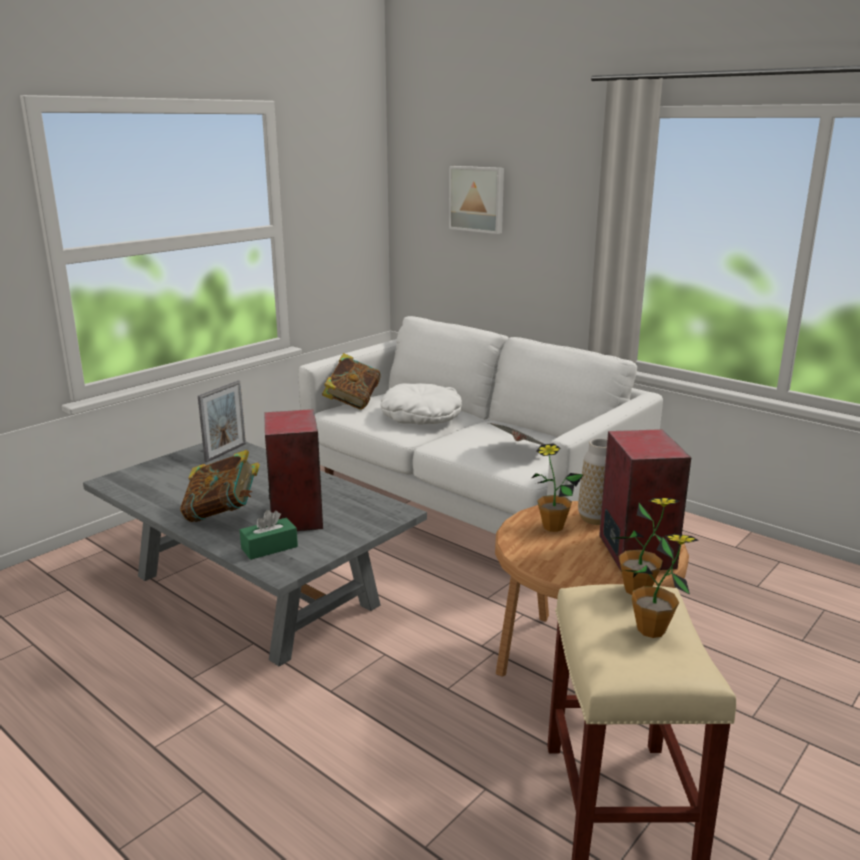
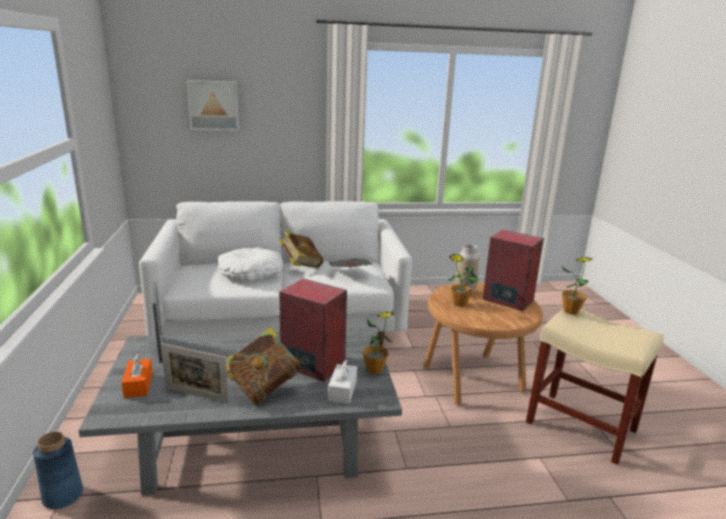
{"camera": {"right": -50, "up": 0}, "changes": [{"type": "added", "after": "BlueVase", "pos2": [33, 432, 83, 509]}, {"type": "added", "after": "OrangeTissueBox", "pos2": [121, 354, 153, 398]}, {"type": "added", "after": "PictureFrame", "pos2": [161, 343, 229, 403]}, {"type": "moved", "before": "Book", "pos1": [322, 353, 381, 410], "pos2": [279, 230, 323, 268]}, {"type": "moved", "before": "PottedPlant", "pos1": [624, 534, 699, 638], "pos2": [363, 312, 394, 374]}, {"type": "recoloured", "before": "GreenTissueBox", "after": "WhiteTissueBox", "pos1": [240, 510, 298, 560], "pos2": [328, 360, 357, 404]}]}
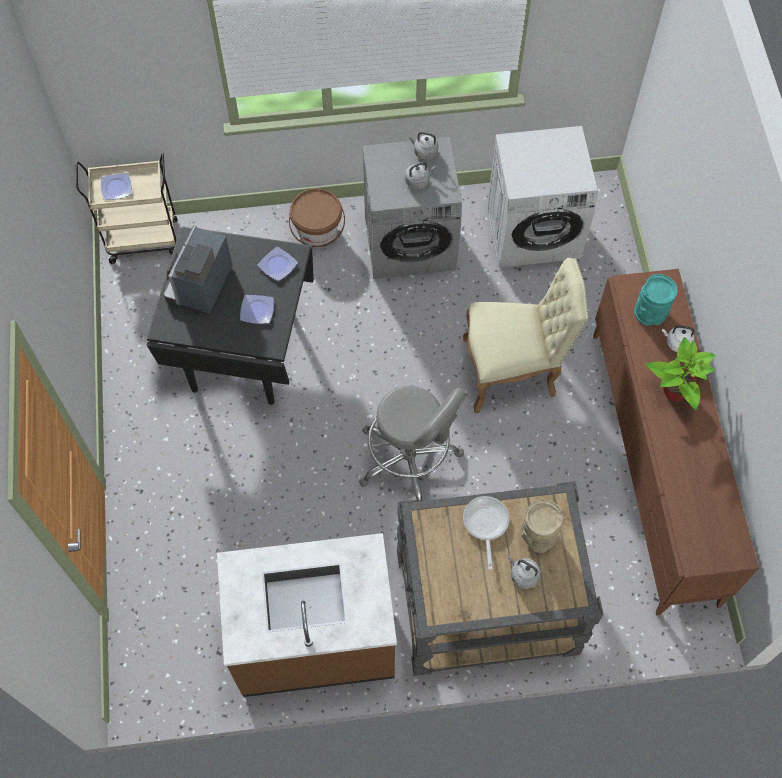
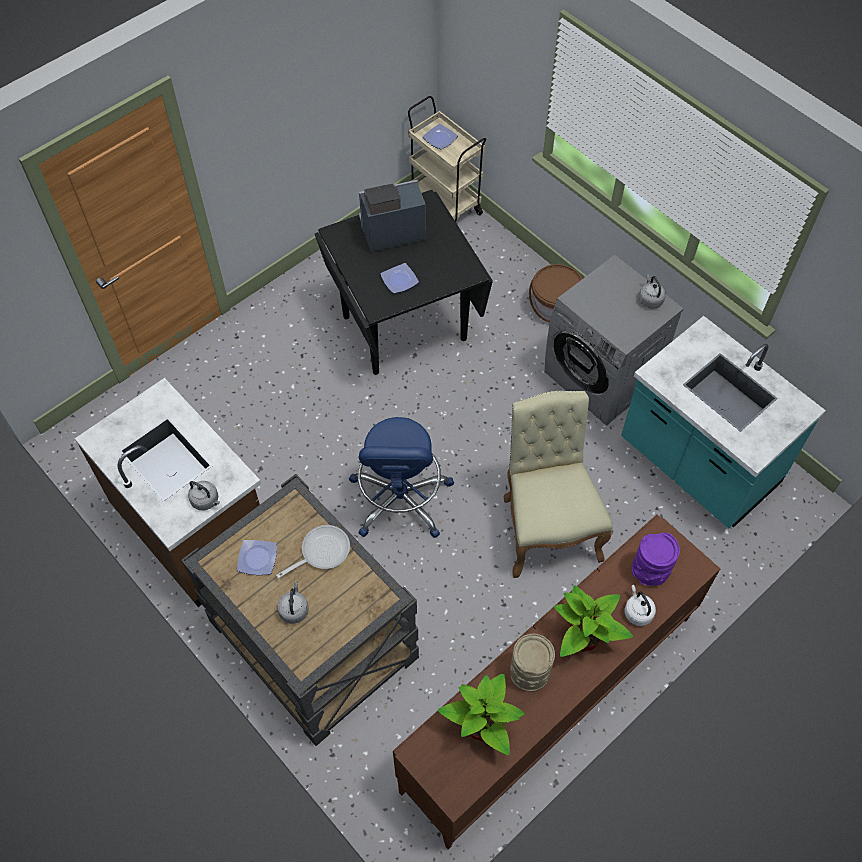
{"camera": {"right": 55, "up": -5}, "changes": [{"type": "added", "after": "PottedPlant", "pos2": [438, 674, 525, 755]}, {"type": "moved", "before": "Plate", "pos1": [257, 246, 298, 281], "pos2": [237, 540, 277, 575]}, {"type": "moved", "before": "GreyKettle", "pos1": [405, 162, 436, 189], "pos2": [188, 481, 220, 510]}, {"type": "moved", "before": "BeigeVase", "pos1": [521, 499, 563, 553], "pos2": [510, 634, 555, 692]}, {"type": "replaced", "before": "WhiteWashingMachine", "after": "TurquoiseCounter", "pos1": [487, 126, 598, 268], "pos2": [621, 316, 826, 528]}, {"type": "recoloured", "before": "GreyStool", "after": "BlueStool", "pos1": [359, 386, 466, 502], "pos2": [349, 417, 454, 538]}, {"type": "recoloured", "before": "TurquoiseVase", "after": "PurpleVase", "pos1": [634, 274, 677, 326], "pos2": [632, 533, 680, 586]}, {"type": "turned", "before": "BeigeChair", "pos1": [463, 258, 589, 413], "pos2": [504, 391, 612, 578], "turn": -150}]}
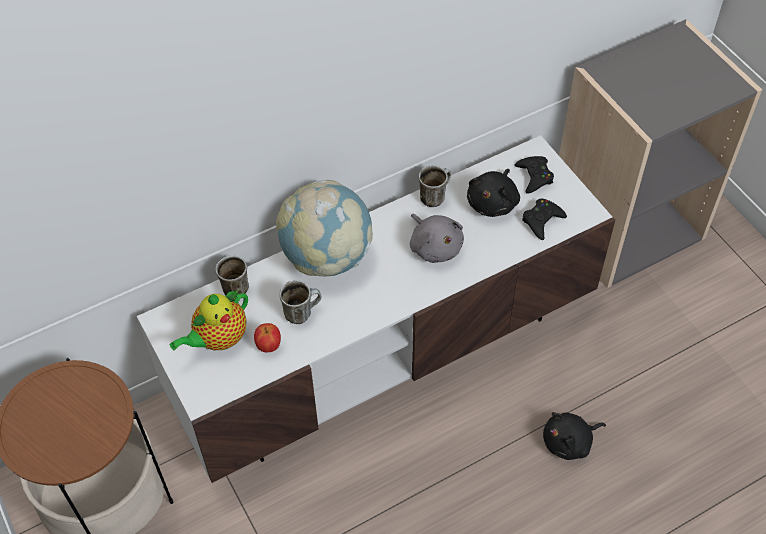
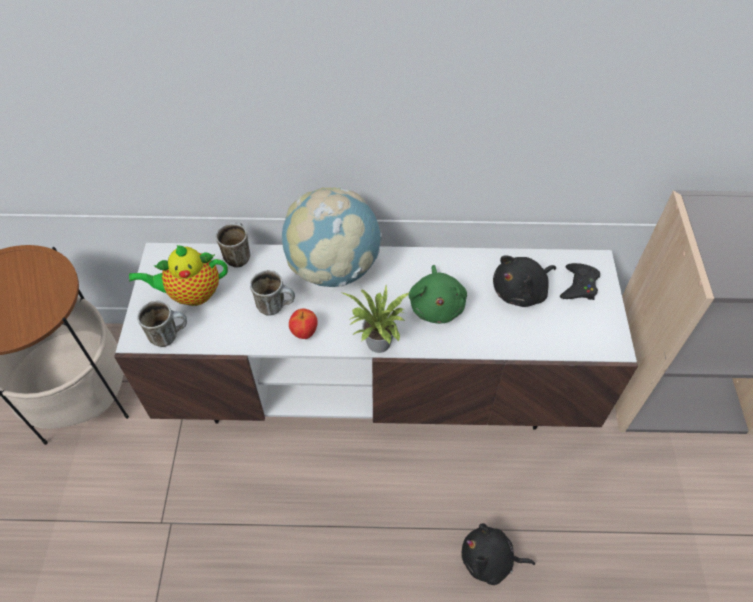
{"camera": {"right": 30, "up": 0}, "changes": [{"type": "removed", "before": "BlackGameController", "pos1": [522, 198, 567, 240]}, {"type": "added", "after": "PottedPlant", "pos2": [340, 286, 409, 353]}, {"type": "moved", "before": "Apple", "pos1": [254, 323, 281, 352], "pos2": [289, 308, 318, 339]}, {"type": "moved", "before": "Mug", "pos1": [419, 165, 451, 207], "pos2": [137, 300, 187, 347]}, {"type": "recoloured", "before": "GreyPlushToy", "after": "GreenPlushToy", "pos1": [410, 213, 464, 263], "pos2": [409, 265, 467, 324]}]}
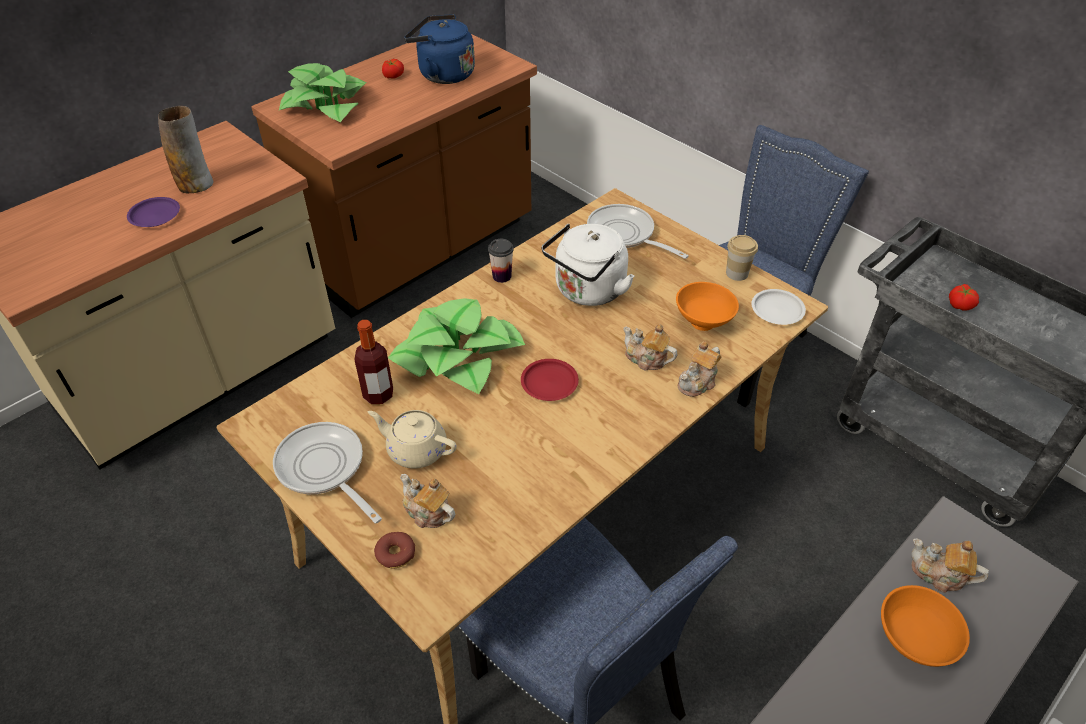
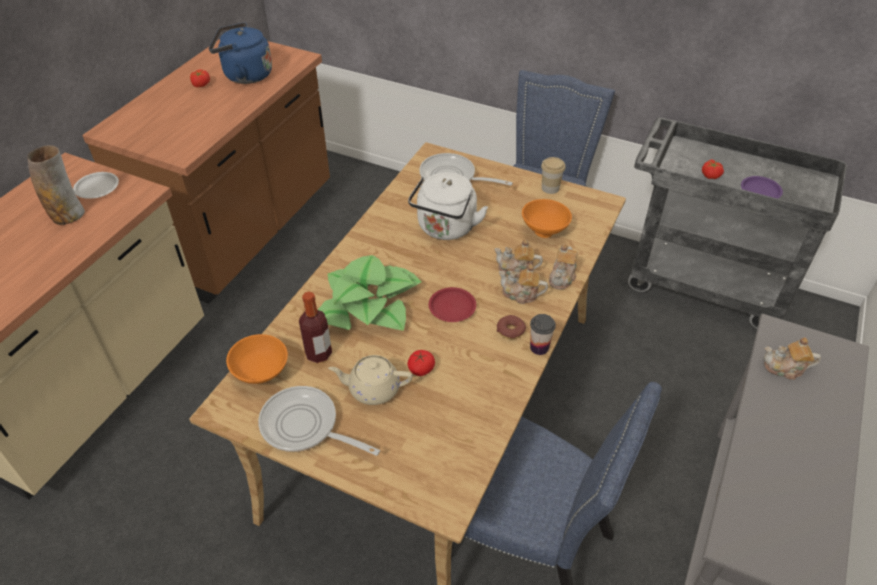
{"camera": {"right": -20, "up": 0}, "changes": [{"type": "removed", "before": "PottedPlant", "pos1": [279, 63, 367, 122]}, {"type": "added", "after": "Tomato", "pos2": [408, 350, 435, 376]}, {"type": "moved", "before": "PurplePlate", "pos1": [127, 197, 180, 227], "pos2": [741, 176, 783, 199]}, {"type": "moved", "before": "Donut", "pos1": [374, 532, 415, 569], "pos2": [497, 315, 526, 339]}, {"type": "moved", "before": "Teapot", "pos1": [400, 474, 455, 528], "pos2": [499, 264, 548, 304]}, {"type": "moved", "before": "Cup", "pos1": [488, 239, 514, 283], "pos2": [530, 314, 556, 355]}, {"type": "moved", "before": "WhitePlate", "pos1": [752, 289, 806, 325], "pos2": [73, 172, 119, 199]}, {"type": "moved", "before": "OrangeBowl", "pos1": [881, 585, 970, 667], "pos2": [226, 334, 288, 384]}]}
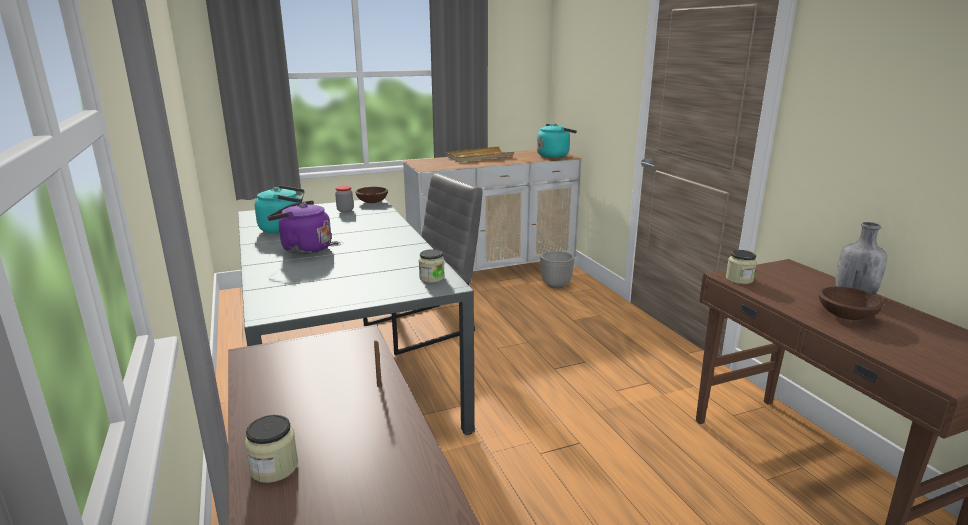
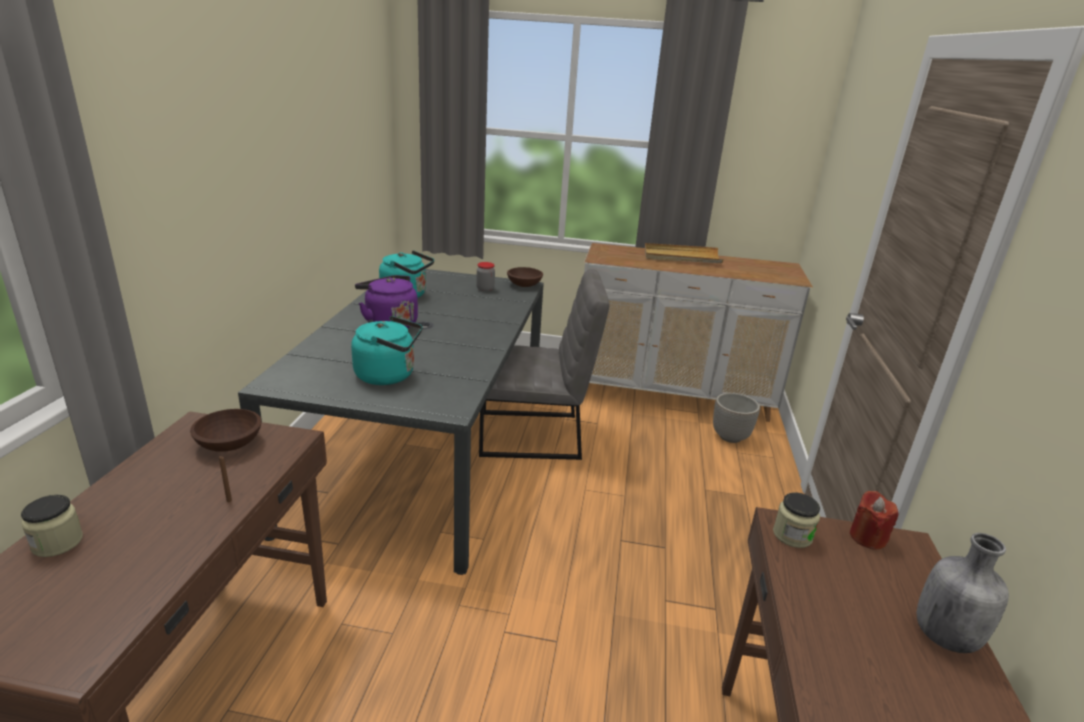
{"camera": {"right": 30, "up": 5}, "changes": [{"type": "removed", "before": "Jar", "pos1": [419, 249, 445, 283]}, {"type": "added", "after": "RedCandle", "pos2": [850, 491, 899, 549]}, {"type": "moved", "before": "TurquoiseKettle", "pos1": [537, 123, 577, 158], "pos2": [351, 316, 422, 385]}, {"type": "moved", "before": "BrownBowl", "pos1": [818, 287, 884, 320], "pos2": [190, 409, 261, 452]}]}
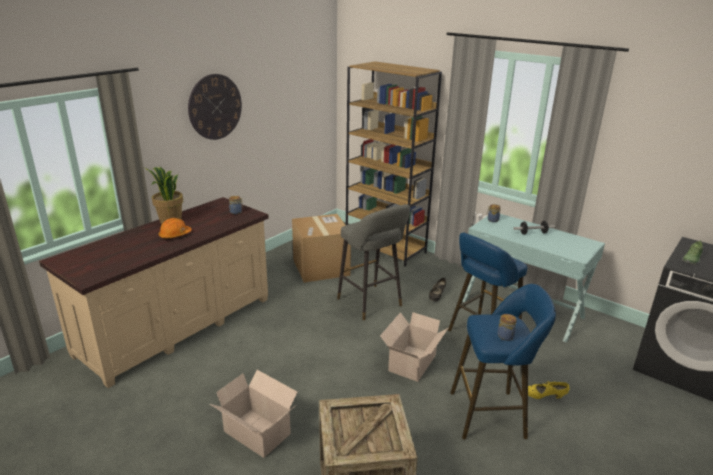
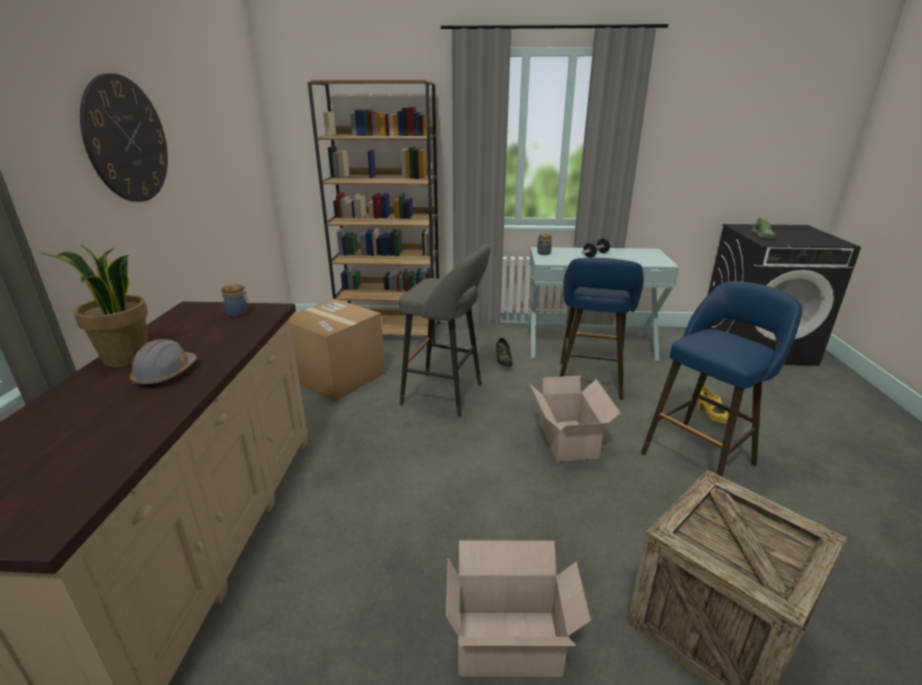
{"camera": {"right": -35, "up": 0}, "changes": [{"type": "removed", "before": "Jar", "pos1": [497, 314, 517, 341]}, {"type": "recoloured", "before": "OrangeHardHat", "after": "GreyHardHat", "pos1": [158, 218, 192, 240], "pos2": [130, 339, 197, 387]}, {"type": "turned", "before": "YellowShoe", "pos1": [528, 381, 569, 399], "pos2": [698, 387, 729, 424], "turn": -75}]}
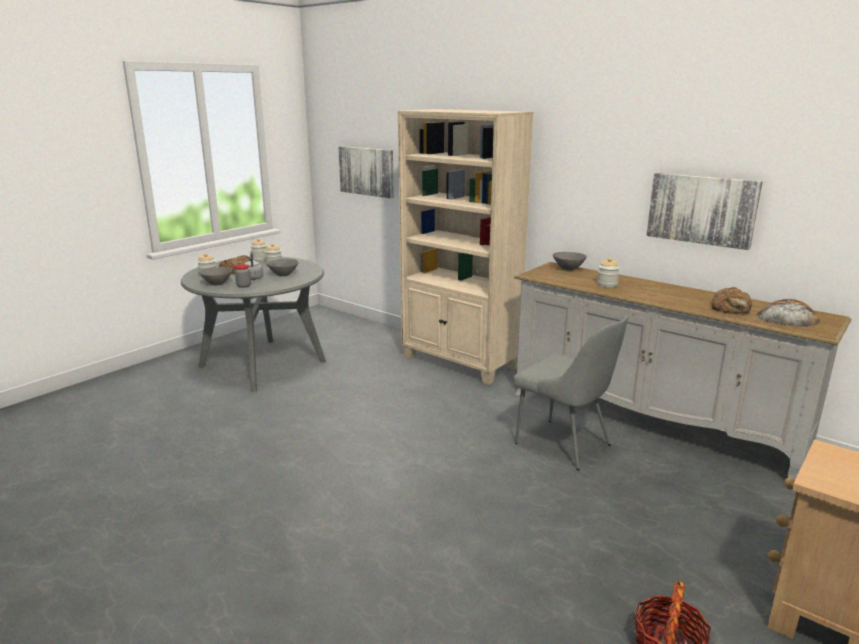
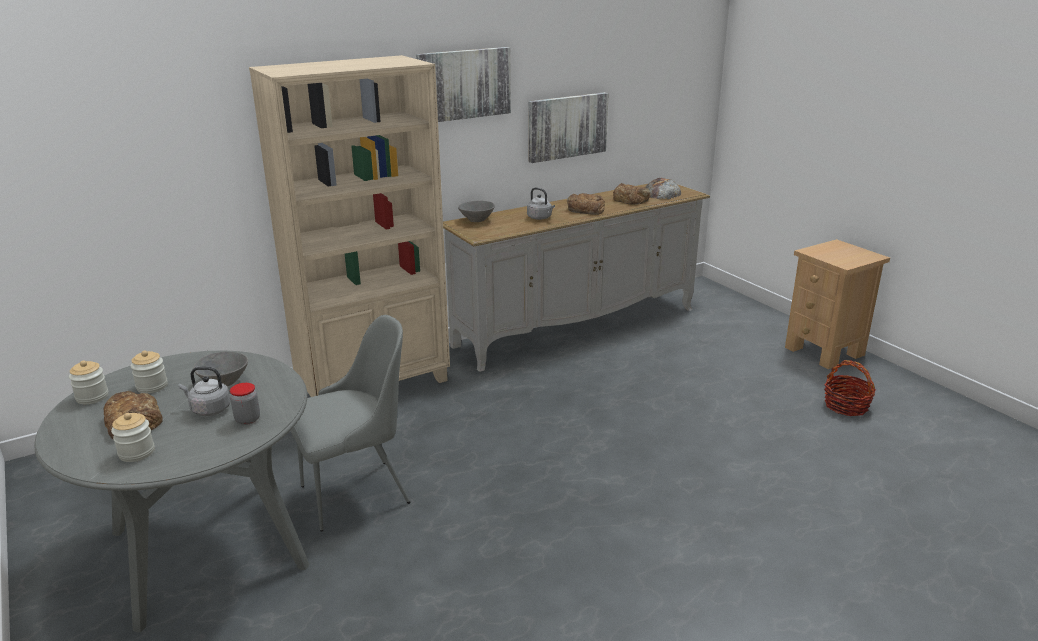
{"camera": {"right": -70, "up": 5}, "changes": [{"type": "removed", "before": "GreyBowl", "pos1": [199, 267, 232, 285]}, {"type": "added", "after": "Bread", "pos2": [567, 193, 605, 215]}, {"type": "moved", "before": "Picture", "pos1": [338, 146, 394, 198], "pos2": [416, 47, 511, 122]}, {"type": "moved", "before": "GreyChair", "pos1": [514, 315, 628, 471], "pos2": [290, 315, 411, 532]}, {"type": "replaced", "before": "Jar", "after": "GreyKettle", "pos1": [597, 258, 620, 287], "pos2": [527, 187, 555, 220]}]}
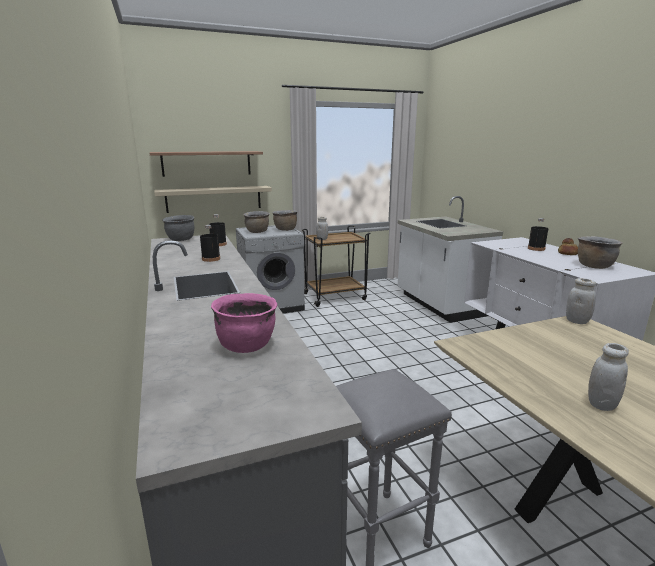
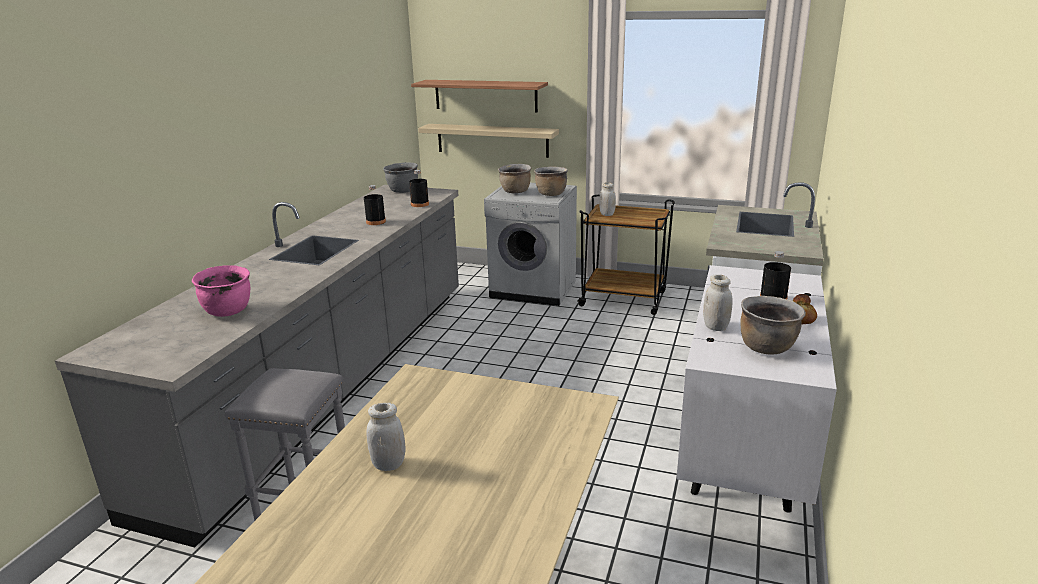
{"camera": {"right": 40, "up": 5}, "changes": [{"type": "moved", "before": "WhiteJar", "pos1": [566, 278, 596, 324], "pos2": [703, 274, 733, 331]}]}
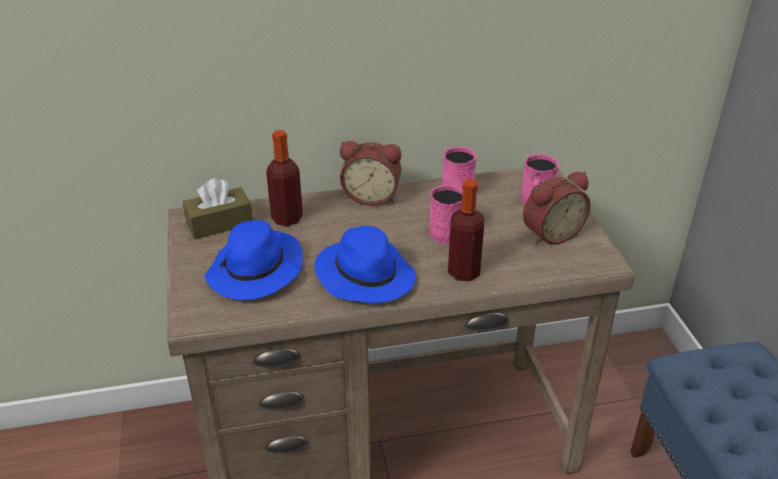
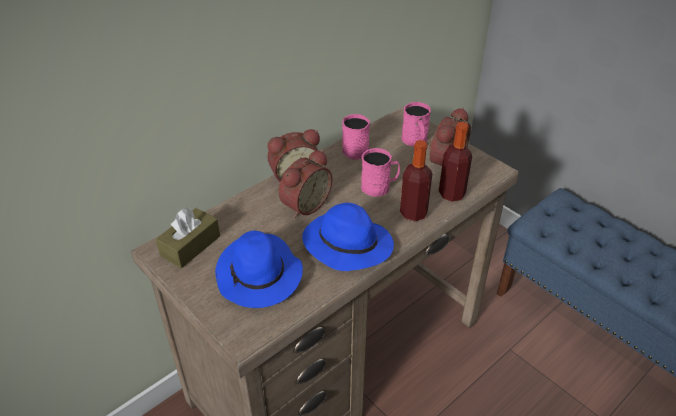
{"camera": {"right": -30, "up": 5}, "changes": [{"type": "added", "after": "AlarmClock", "pos2": [279, 150, 332, 218]}, {"type": "moved", "before": "Bottle", "pos1": [266, 130, 303, 226], "pos2": [439, 122, 472, 202]}]}
